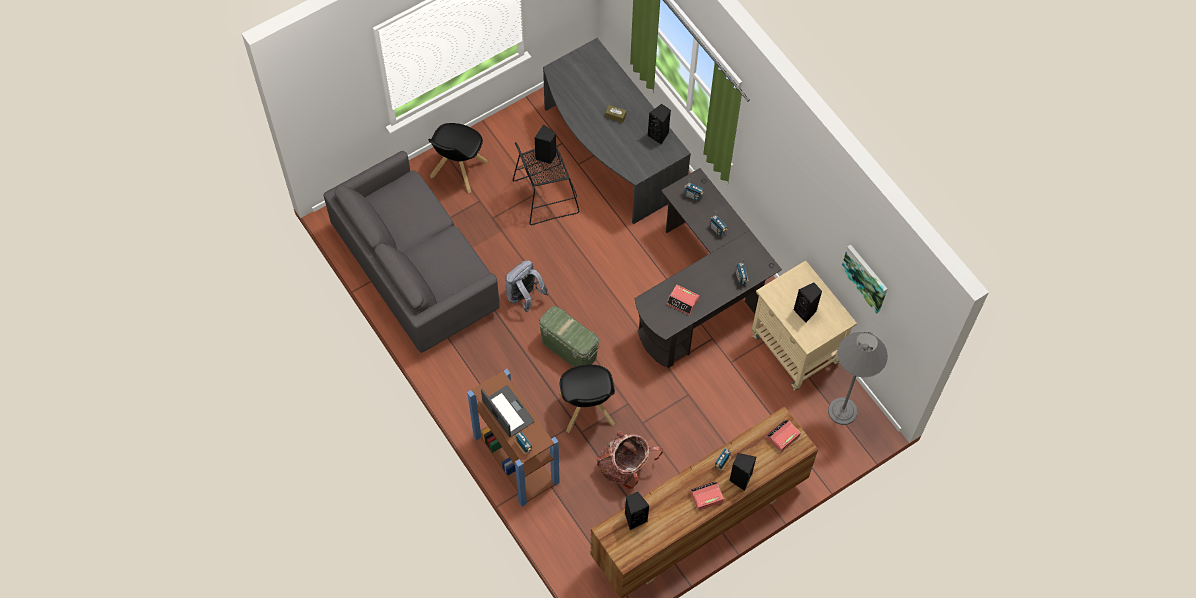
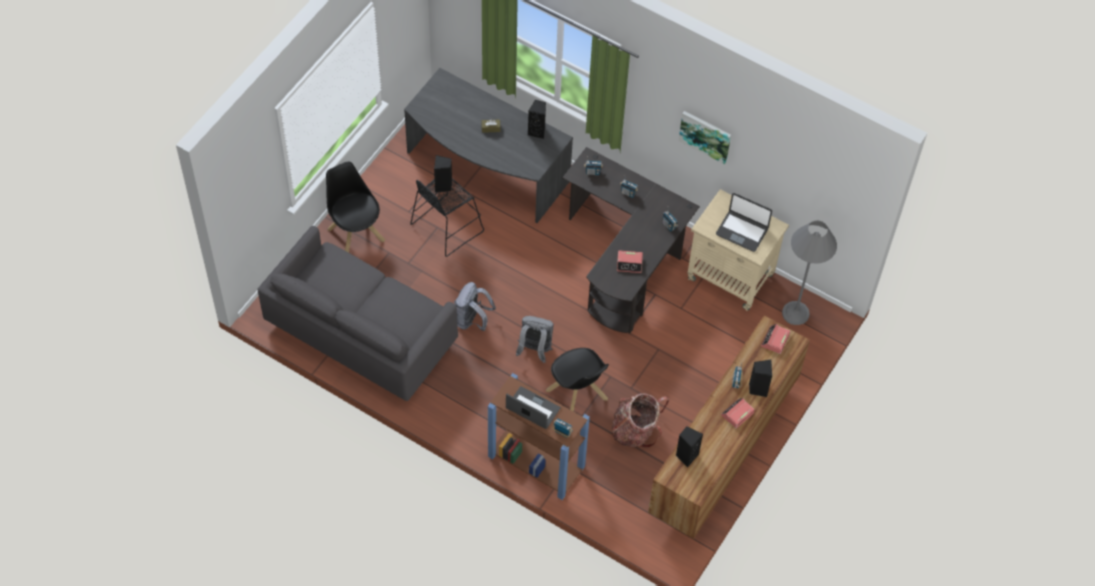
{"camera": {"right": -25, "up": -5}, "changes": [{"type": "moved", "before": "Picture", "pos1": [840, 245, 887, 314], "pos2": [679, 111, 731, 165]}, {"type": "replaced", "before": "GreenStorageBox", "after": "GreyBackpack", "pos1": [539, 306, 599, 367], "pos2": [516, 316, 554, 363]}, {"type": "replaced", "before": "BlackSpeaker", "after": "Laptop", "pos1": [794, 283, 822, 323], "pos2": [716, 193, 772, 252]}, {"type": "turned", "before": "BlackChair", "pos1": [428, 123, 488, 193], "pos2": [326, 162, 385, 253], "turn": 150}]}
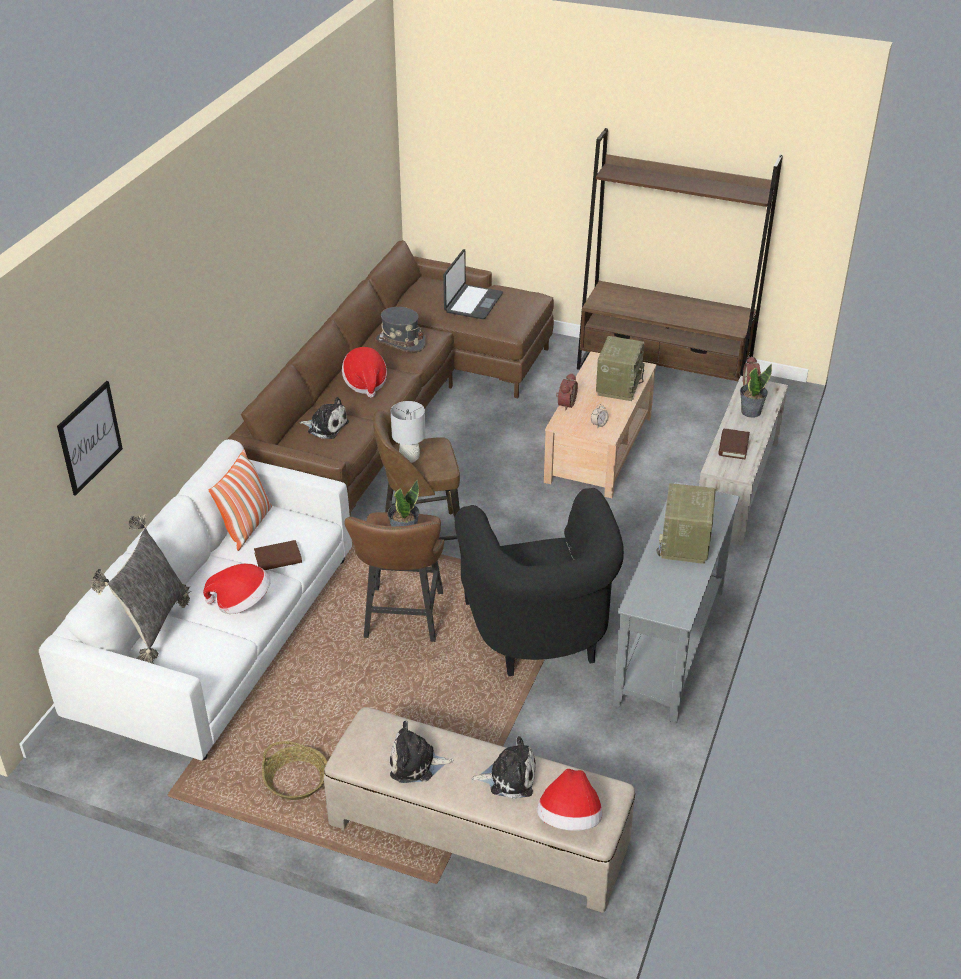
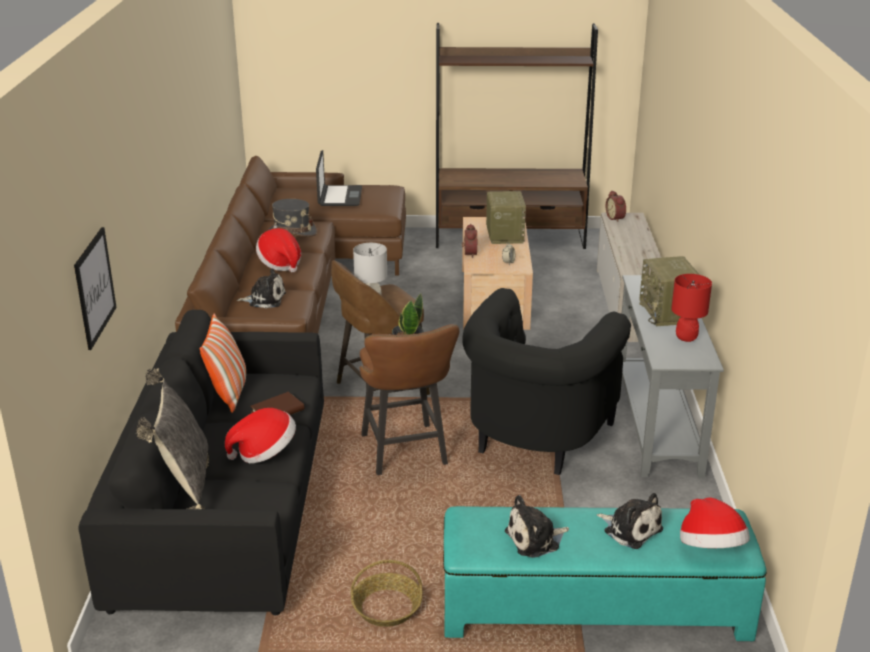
{"camera": {"right": -20, "up": -10}, "changes": [{"type": "removed", "before": "BrownBook", "pos1": [718, 429, 750, 460]}, {"type": "removed", "before": "PottedPlant", "pos1": [740, 364, 772, 418]}, {"type": "added", "after": "RedTableLamp", "pos2": [671, 274, 712, 342]}, {"type": "recoloured", "before": "WhiteSofa", "after": "BlackSofa", "pos1": [39, 439, 352, 760], "pos2": [78, 310, 324, 615]}, {"type": "recoloured", "before": "BeigeBench", "after": "TurquoiseBench", "pos1": [324, 707, 635, 913], "pos2": [443, 506, 767, 641]}, {"type": "turned", "before": "BlackArmchair", "pos1": [455, 488, 624, 676], "pos2": [462, 288, 631, 475], "turn": 60}, {"type": "turned", "before": "PlushToy", "pos1": [471, 736, 536, 799], "pos2": [597, 493, 663, 549], "turn": 60}]}
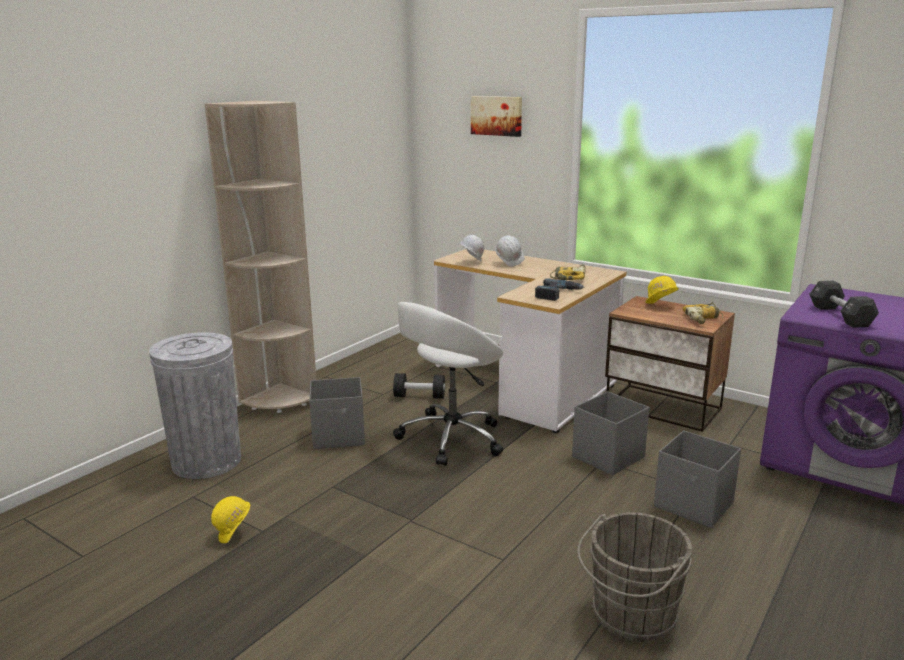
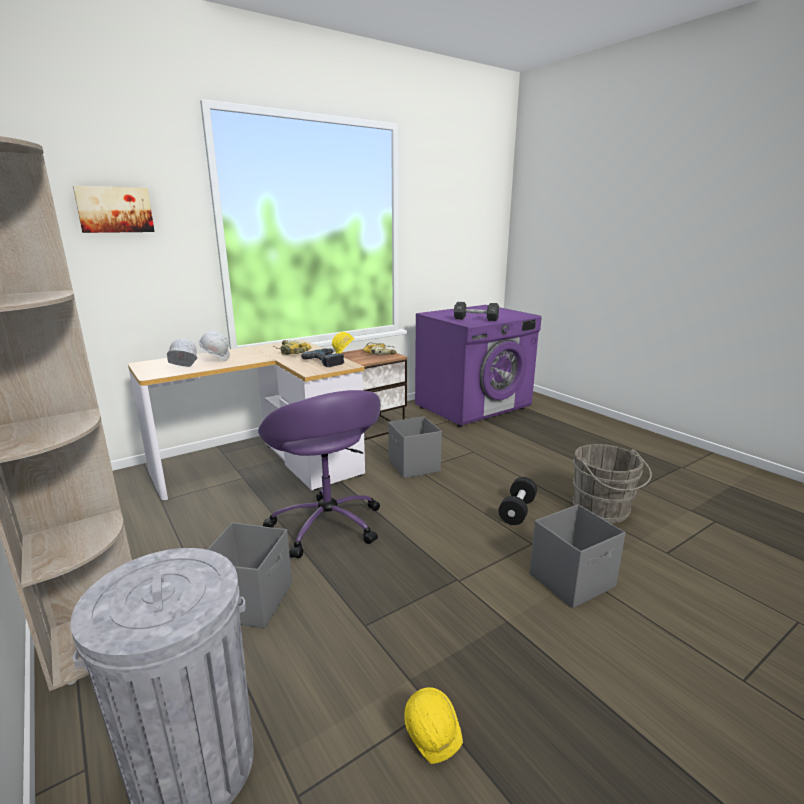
{"camera": {"right": -70, "up": 0}, "changes": [{"type": "moved", "before": "BlackDumbbell", "pos1": [393, 373, 445, 399], "pos2": [498, 477, 537, 525]}, {"type": "moved", "before": "GreyStorageBox", "pos1": [654, 431, 741, 528], "pos2": [530, 504, 626, 609]}, {"type": "recoloured", "before": "WhiteOfficeChair", "after": "PurpleOfficeChair", "pos1": [393, 302, 503, 466], "pos2": [258, 390, 381, 558]}]}
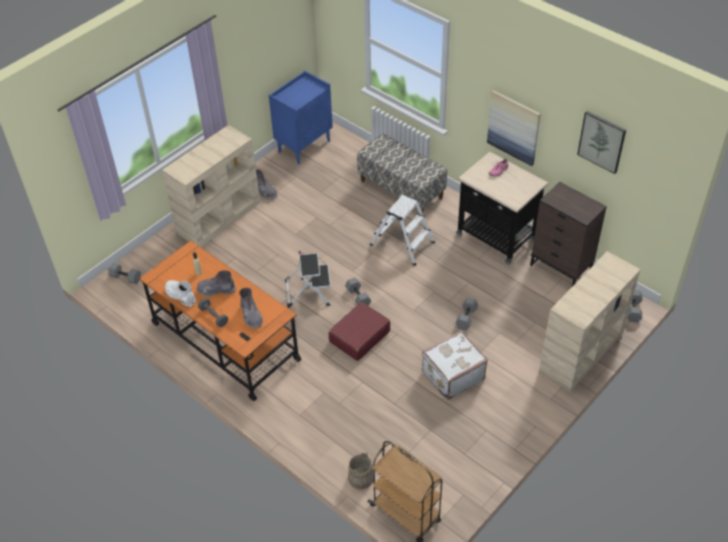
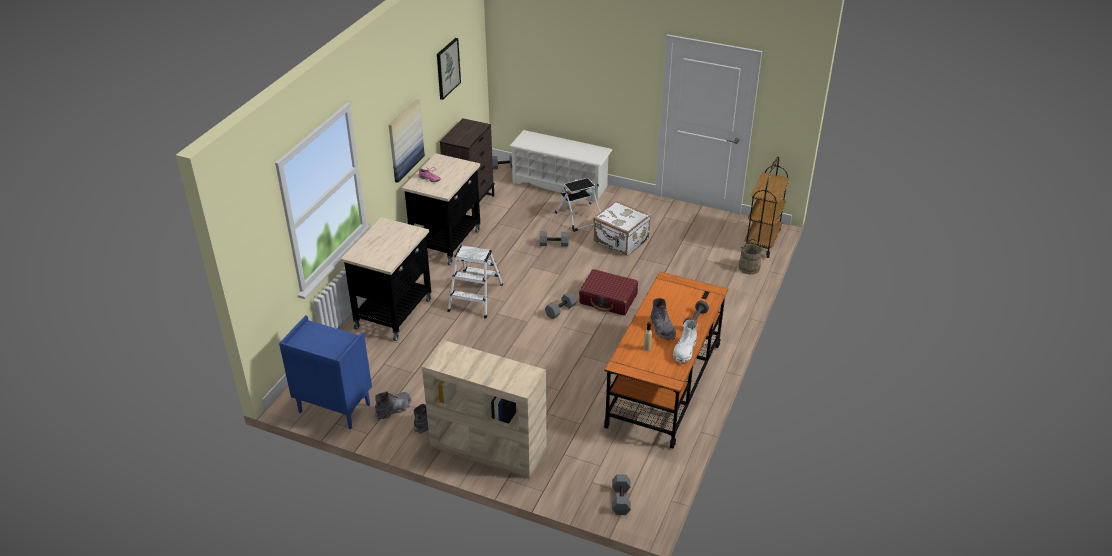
{"camera": {"right": -110, "up": -10}, "changes": [{"type": "moved", "before": "GreyBoot", "pos1": [239, 288, 263, 329], "pos2": [375, 392, 412, 420]}, {"type": "moved", "before": "StepLadder", "pos1": [285, 251, 331, 308], "pos2": [555, 178, 601, 232]}, {"type": "replaced", "before": "Bench", "after": "BlackCart", "pos1": [357, 134, 447, 213], "pos2": [341, 217, 432, 341]}, {"type": "replaced", "before": "BeigeBookcase", "after": "WhiteShoeRack", "pos1": [539, 251, 641, 392], "pos2": [510, 130, 612, 203]}]}
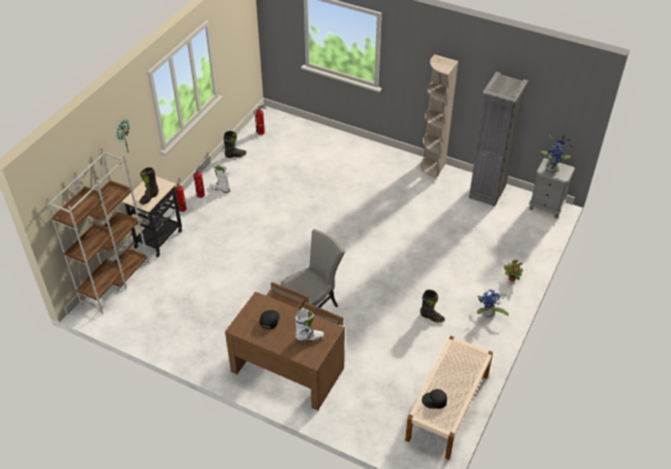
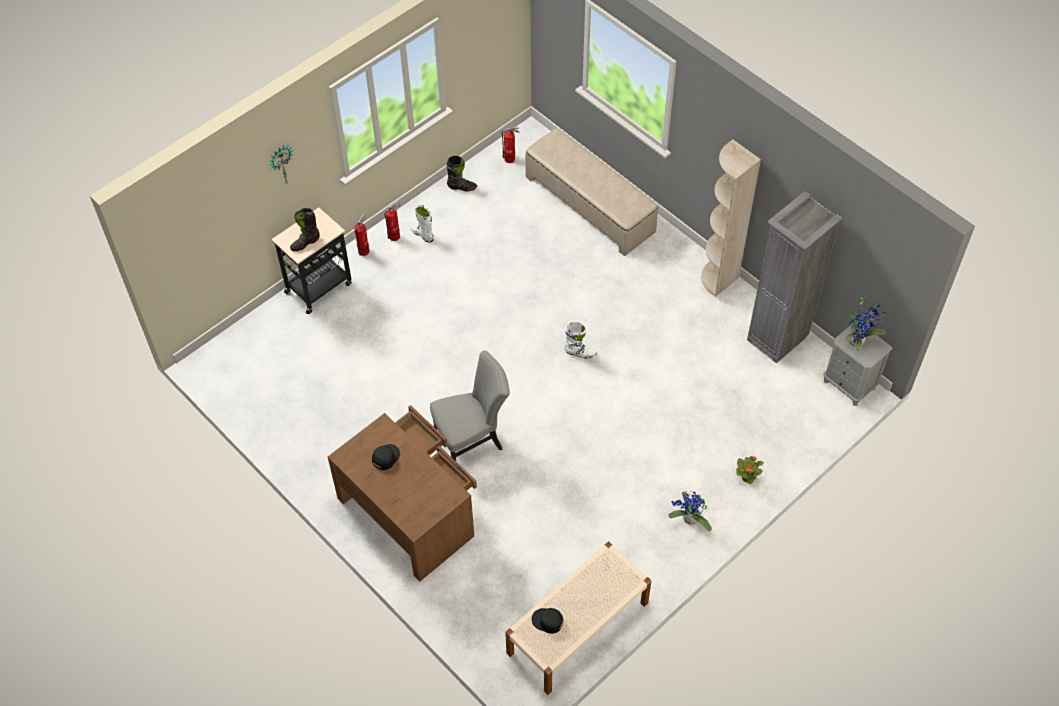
{"camera": {"right": 20, "up": 10}, "changes": [{"type": "removed", "before": "BrownBookcase", "pos1": [45, 147, 149, 314]}, {"type": "removed", "before": "BlackBoot", "pos1": [420, 290, 445, 323]}, {"type": "added", "after": "BeigeBench", "pos2": [525, 128, 658, 256]}, {"type": "moved", "before": "WhiteBoot", "pos1": [295, 309, 325, 341], "pos2": [564, 322, 597, 359]}]}
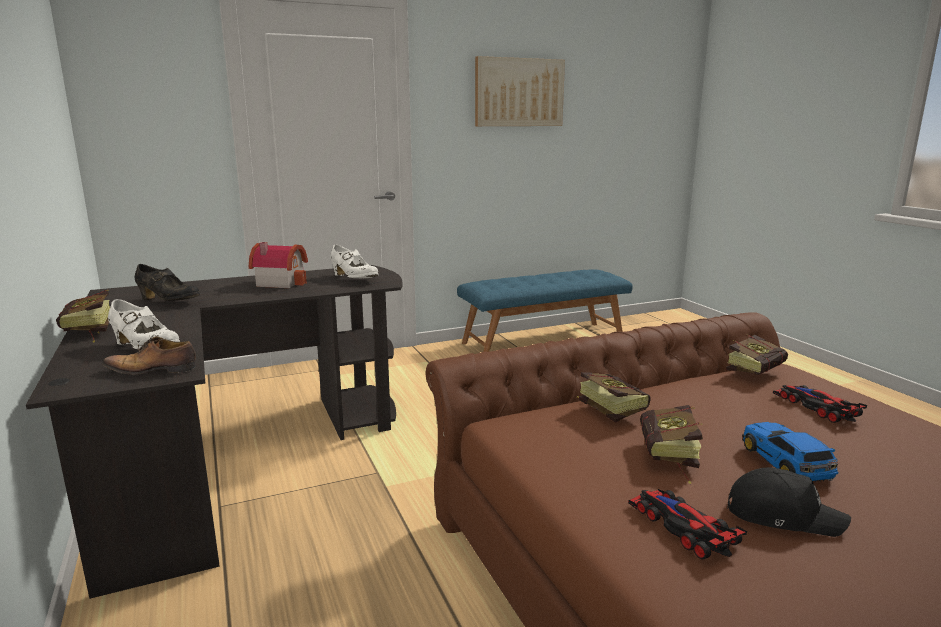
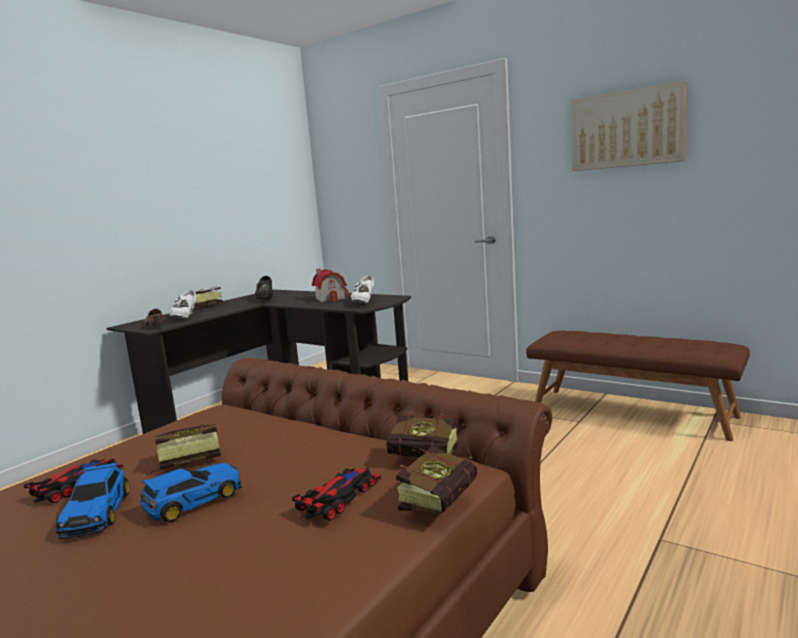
{"camera": {"right": 60, "up": -5}, "changes": [{"type": "moved", "before": "Book", "pos1": [577, 372, 651, 423], "pos2": [396, 446, 477, 515]}, {"type": "replaced", "before": "BlackCap", "after": "ToyCar", "pos1": [727, 467, 851, 537], "pos2": [56, 462, 129, 539]}, {"type": "recoloured", "before": "BlueBench", "after": "BrownBench", "pos1": [457, 269, 633, 352], "pos2": [526, 331, 750, 441]}]}
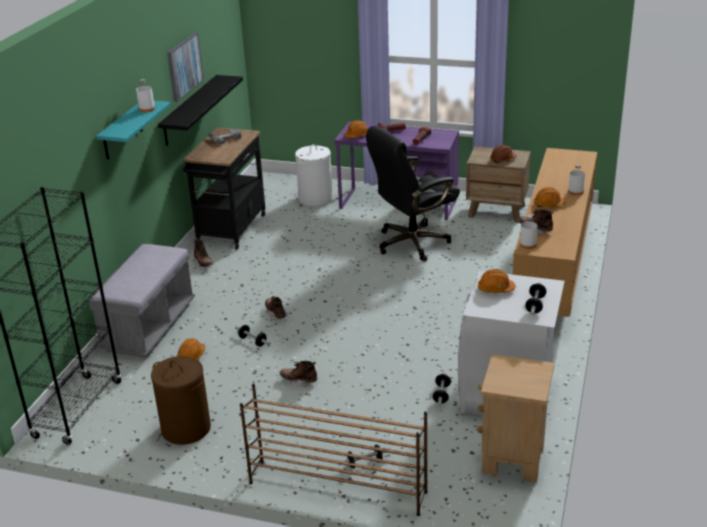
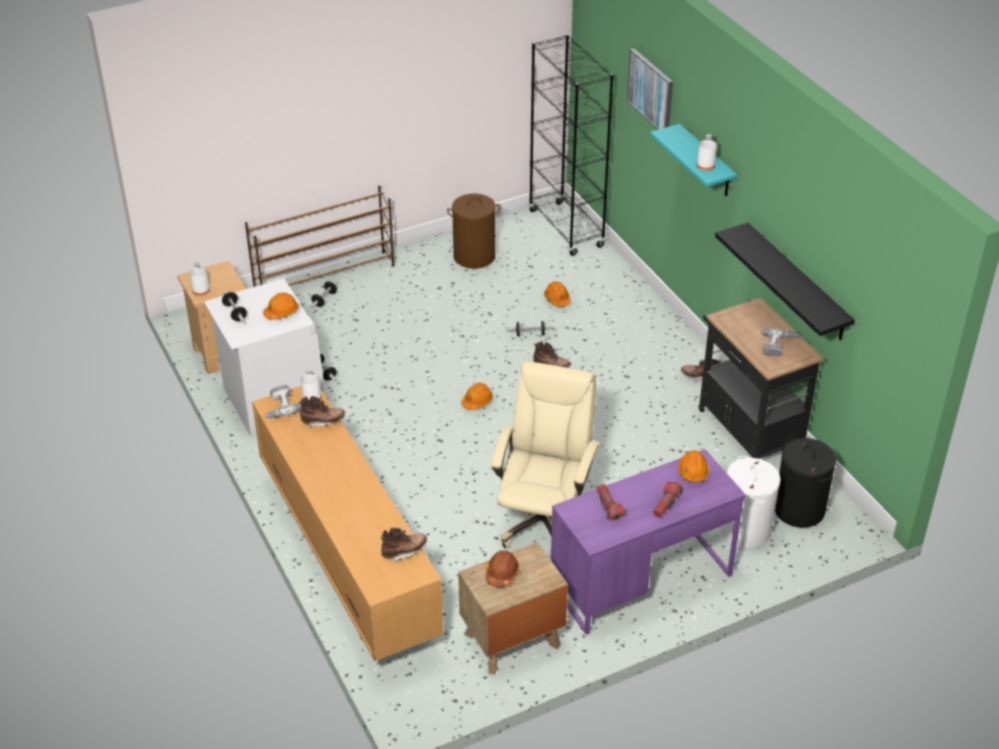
{"camera": {"right": 135, "up": 10}, "changes": [{"type": "removed", "before": "GreyBench", "pos1": [88, 244, 195, 358]}, {"type": "added", "after": "PowerDrill", "pos2": [264, 385, 301, 418]}, {"type": "added", "after": "BlackLaundryBasket", "pos2": [775, 438, 836, 528]}, {"type": "moved", "before": "Picture", "pos1": [167, 33, 204, 102], "pos2": [627, 49, 673, 130]}, {"type": "moved", "before": "BrownBoot", "pos1": [280, 361, 317, 387], "pos2": [381, 528, 427, 563]}, {"type": "moved", "before": "OrangeHardHat", "pos1": [534, 187, 566, 207], "pos2": [461, 383, 493, 410]}, {"type": "moved", "before": "WhiteBottle", "pos1": [568, 164, 585, 195], "pos2": [189, 262, 210, 296]}, {"type": "recoloured", "before": "BlackOfficeChair", "after": "BeigeOfficeChair", "pos1": [366, 126, 460, 261], "pos2": [492, 361, 600, 549]}]}
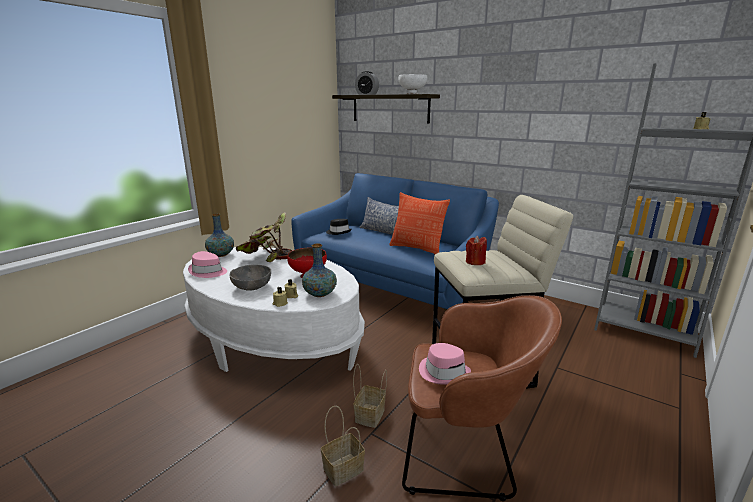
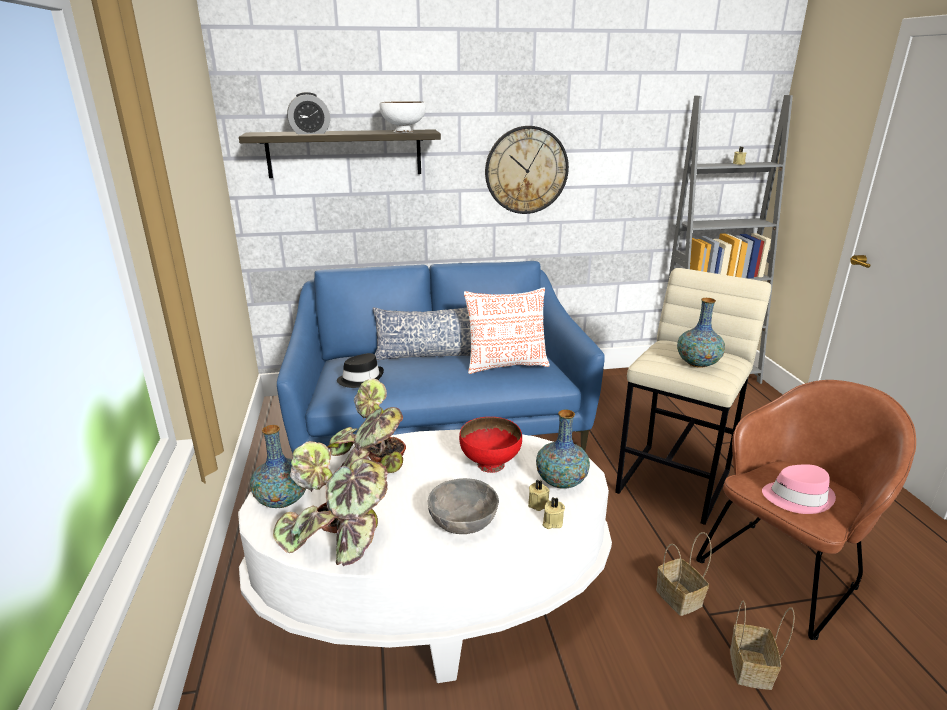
{"camera": {"right": -45, "up": 5}, "changes": [{"type": "added", "after": "WallClock", "pos2": [485, 126, 569, 214]}, {"type": "replaced", "before": "PinkHat", "after": "PottedPlant", "pos1": [188, 251, 227, 278], "pos2": [273, 441, 388, 566]}, {"type": "replaced", "before": "RedCandle", "after": "Vase", "pos1": [466, 235, 487, 265], "pos2": [677, 298, 725, 368]}, {"type": "recoloured", "before": "OrangePillow", "after": "WhitePillow", "pos1": [389, 192, 450, 254], "pos2": [464, 287, 550, 374]}]}
